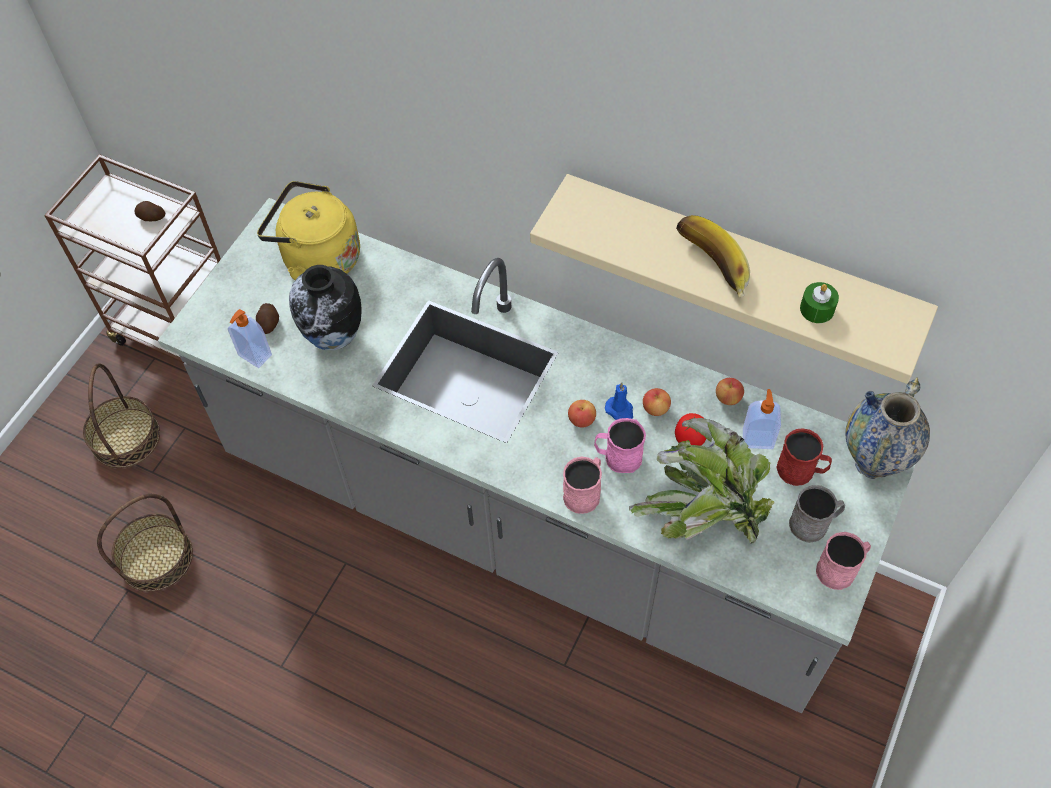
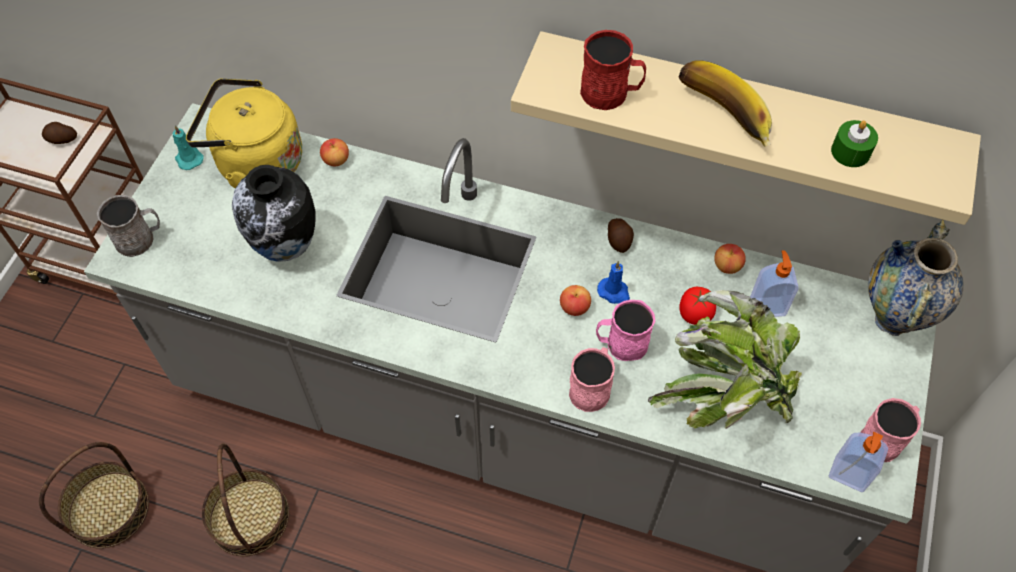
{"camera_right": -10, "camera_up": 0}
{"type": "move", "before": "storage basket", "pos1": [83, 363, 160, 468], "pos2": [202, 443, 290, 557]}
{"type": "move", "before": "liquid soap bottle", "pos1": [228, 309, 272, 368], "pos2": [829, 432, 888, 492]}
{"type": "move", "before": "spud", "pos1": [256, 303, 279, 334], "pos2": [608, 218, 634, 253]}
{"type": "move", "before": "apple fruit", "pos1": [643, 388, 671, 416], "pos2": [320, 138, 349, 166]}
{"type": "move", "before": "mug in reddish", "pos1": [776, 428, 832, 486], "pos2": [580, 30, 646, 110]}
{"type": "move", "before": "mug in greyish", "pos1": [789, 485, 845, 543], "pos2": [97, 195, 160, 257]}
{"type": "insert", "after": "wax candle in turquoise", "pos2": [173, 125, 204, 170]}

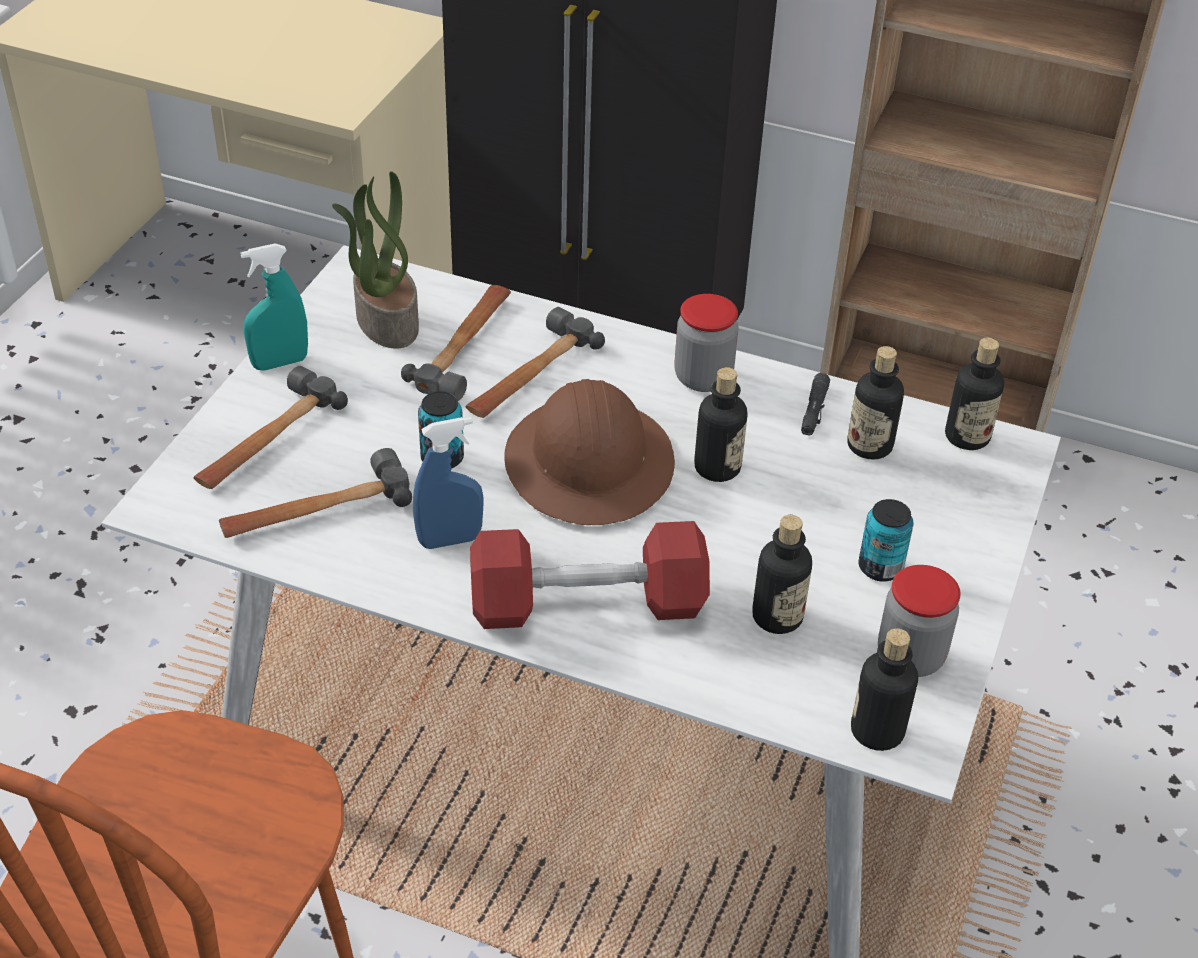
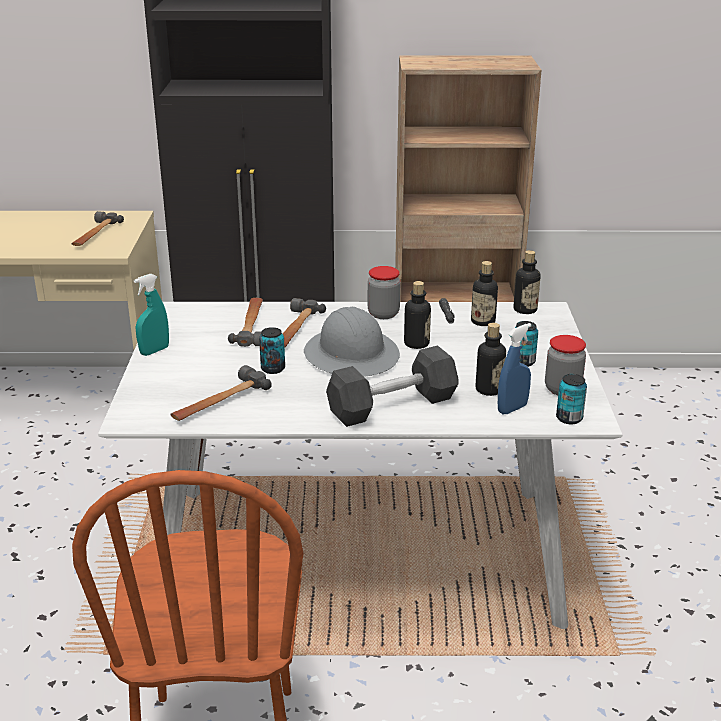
{"camera_right": -20, "camera_up": -15}
{"type": "move", "before": "tool hammer", "pos1": [194, 366, 348, 489], "pos2": [72, 211, 124, 246]}
{"type": "delete", "before": "plant in a pot", "pos1": [332, 171, 419, 349]}
{"type": "move", "before": "sprayer in blue", "pos1": [413, 417, 484, 549], "pos2": [498, 323, 532, 414]}
{"type": "recolor", "before": "hand weight in reddish", "after": "hand weight in greyish", "pos1": [470, 521, 710, 629], "pos2": [326, 345, 459, 427]}
{"type": "recolor", "before": "safety helmet in brownish", "after": "safety helmet in greyish", "pos1": [504, 379, 675, 525], "pos2": [304, 307, 400, 377]}
{"type": "replace", "before": "beverage bottle", "after": "can", "pos1": [851, 628, 918, 751], "pos2": [556, 374, 587, 424]}

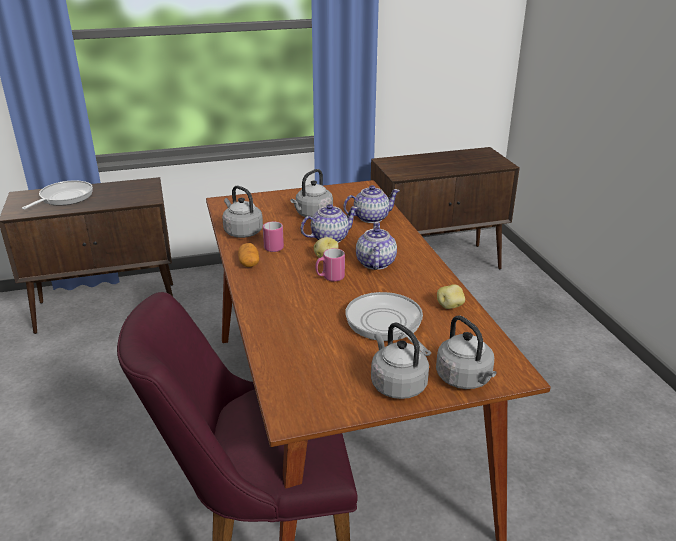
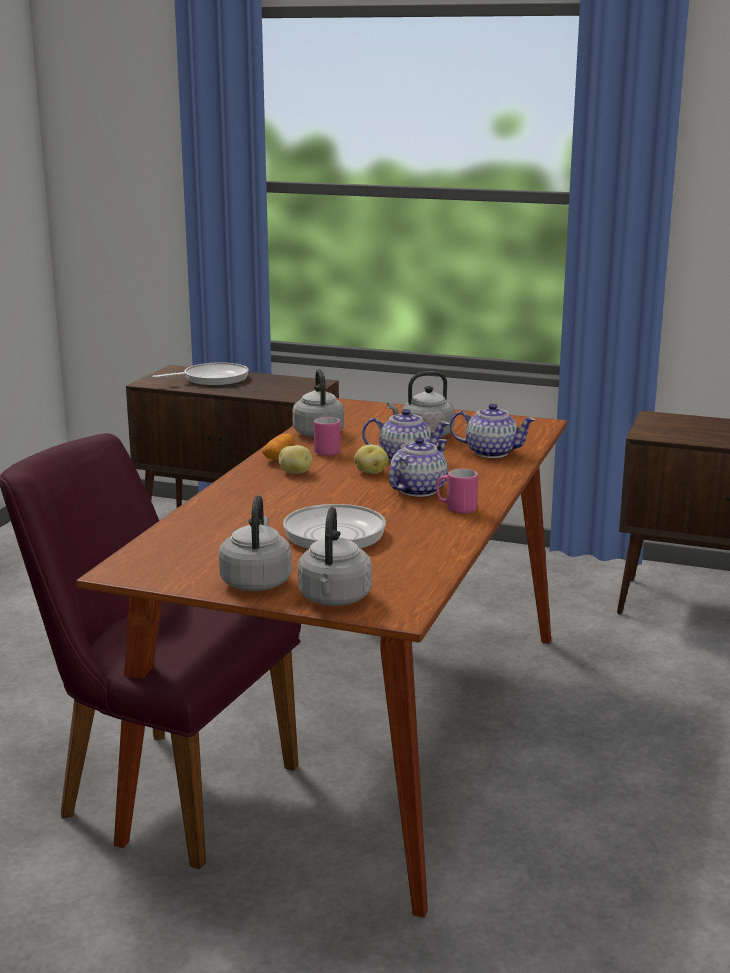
{"camera_right": 35, "camera_up": -10}
{"type": "move", "before": "mug in pinkish", "pos1": [315, 248, 345, 282], "pos2": [436, 469, 478, 514]}
{"type": "move", "before": "spud", "pos1": [437, 284, 465, 309], "pos2": [279, 445, 312, 474]}

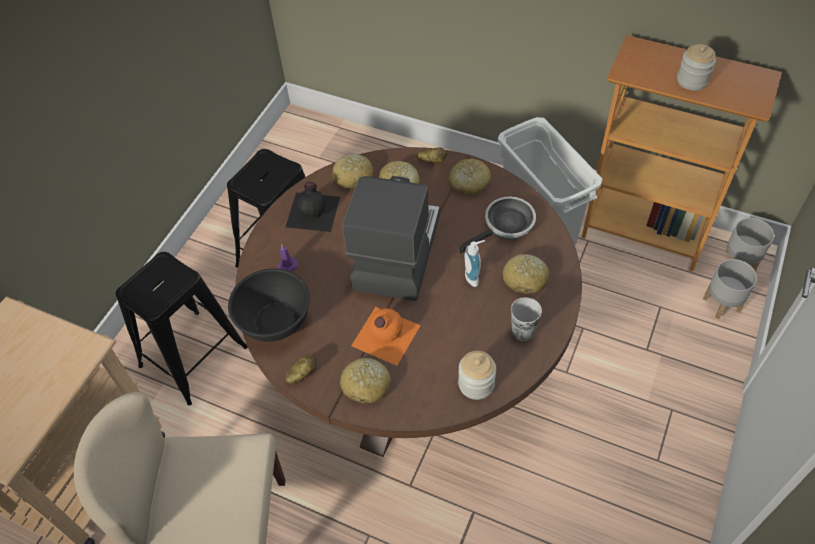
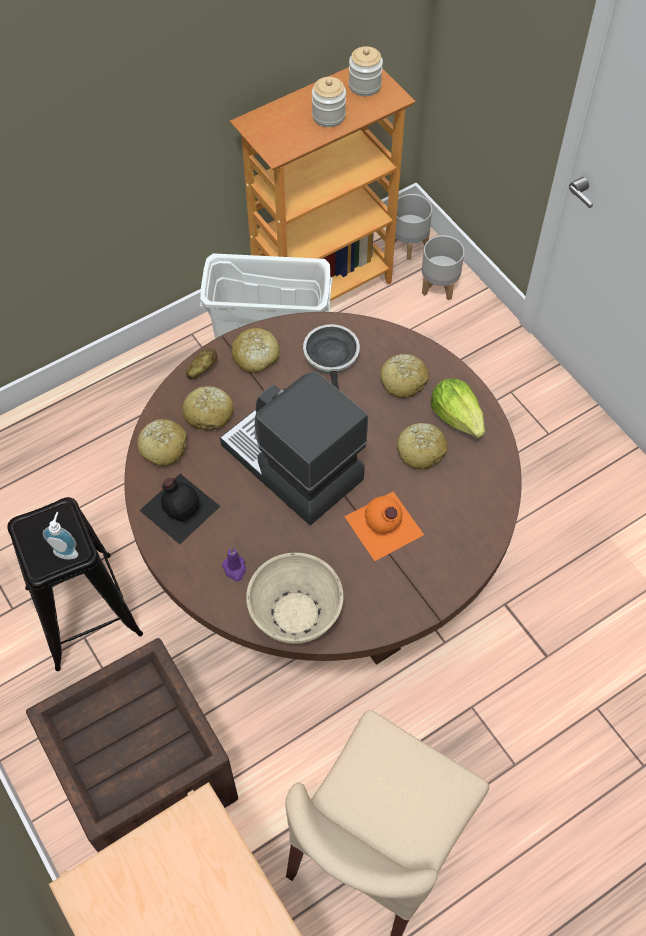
{"camera_right": -60, "camera_up": 5}
{"type": "replace", "before": "sitting stool in black-coloured", "after": "shipping crate", "pos1": [116, 252, 248, 406], "pos2": [26, 638, 238, 852]}
{"type": "recolor", "before": "bowl in black-coloured", "after": "bowl in sand-coloured", "pos1": [228, 268, 310, 342], "pos2": [246, 553, 344, 644]}
{"type": "delete", "before": "spud", "pos1": [284, 355, 317, 385]}
{"type": "move", "before": "baked bread", "pos1": [340, 358, 391, 404], "pos2": [397, 423, 448, 469]}
{"type": "move", "before": "storage jar", "pos1": [458, 351, 496, 400], "pos2": [349, 46, 383, 96]}
{"type": "move", "before": "liquid soap bottle", "pos1": [465, 240, 485, 287], "pos2": [43, 512, 78, 559]}
{"type": "replace", "before": "small cup", "after": "lettuce head", "pos1": [511, 297, 542, 341], "pos2": [431, 378, 485, 438]}

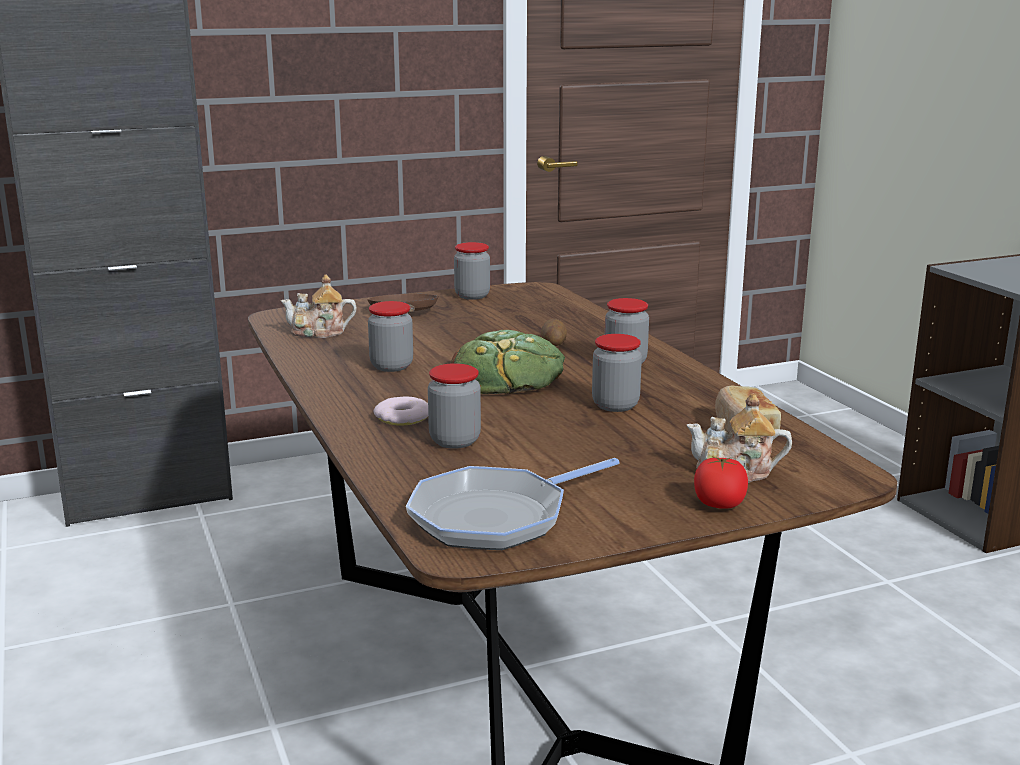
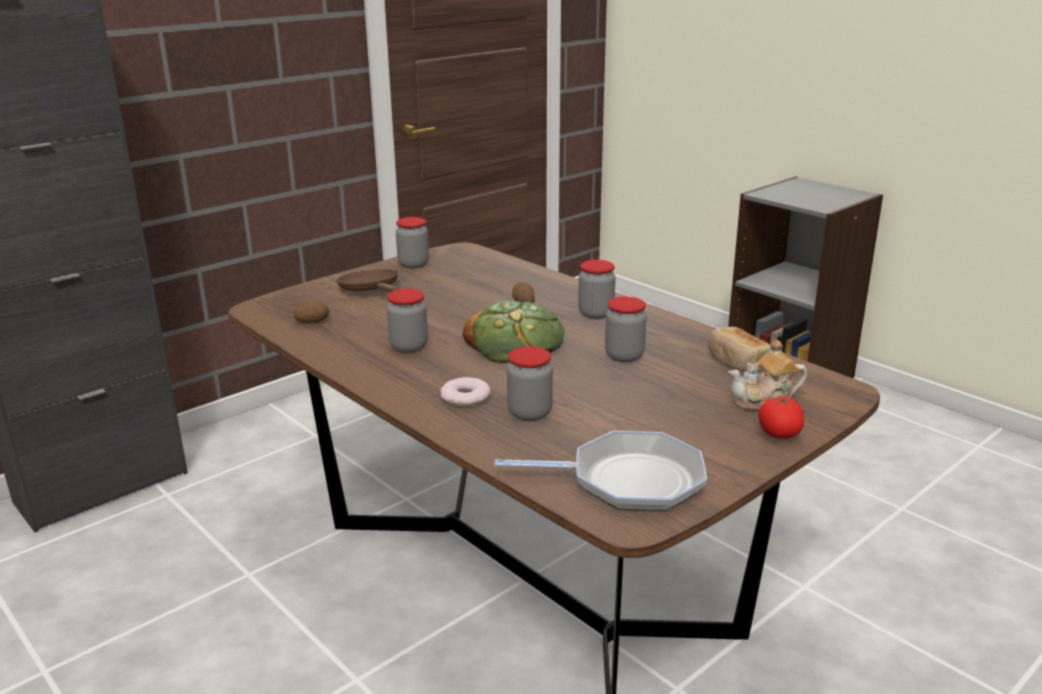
{"camera_right": -20, "camera_up": 5}
{"type": "replace", "before": "pot for tea", "after": "spud", "pos1": [280, 274, 357, 338], "pos2": [294, 300, 329, 323]}
{"type": "rotate", "before": "skillet", "pos1": [406, 458, 620, 550], "pos2": [494, 431, 707, 511], "turn": -120}

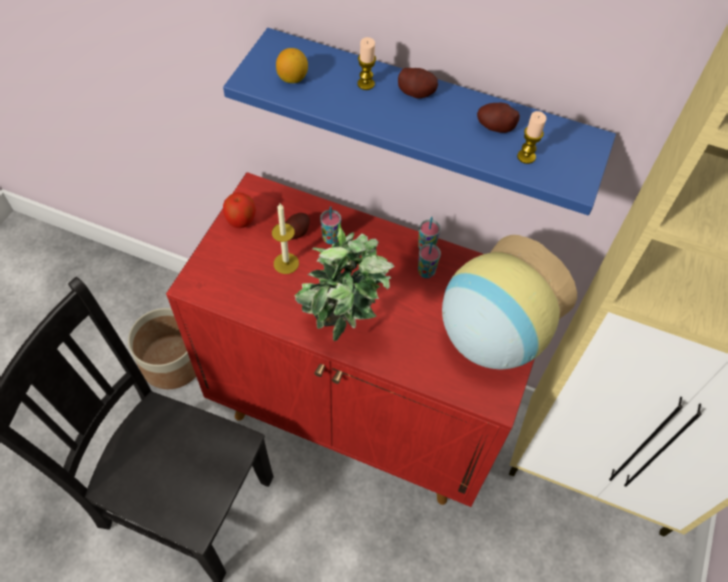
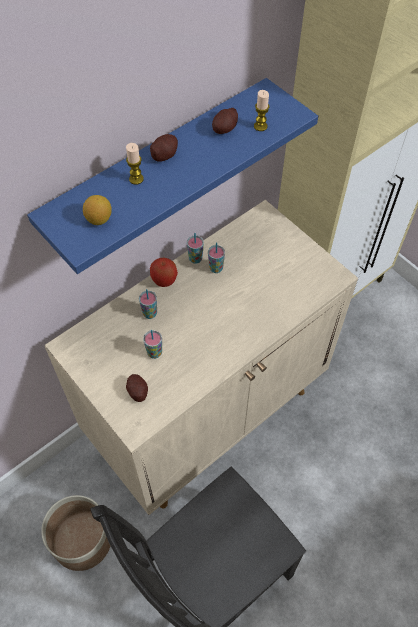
{"camera_right": -60, "camera_up": 0}
{"type": "recolor", "before": "cabinet in reddish", "after": "cabinet in sand-coloured", "pos1": [166, 172, 535, 507], "pos2": [44, 200, 358, 515]}
{"type": "move", "before": "apple fruit", "pos1": [223, 192, 256, 228], "pos2": [150, 258, 178, 287]}
{"type": "replace", "before": "wax candle", "after": "small cup", "pos1": [272, 203, 299, 274], "pos2": [143, 330, 162, 359]}
{"type": "move", "before": "spud", "pos1": [285, 213, 310, 239], "pos2": [126, 374, 148, 402]}
{"type": "delete", "before": "plant in a pot", "pos1": [294, 223, 395, 341]}
{"type": "delete", "before": "decorative vase", "pos1": [442, 235, 577, 369]}

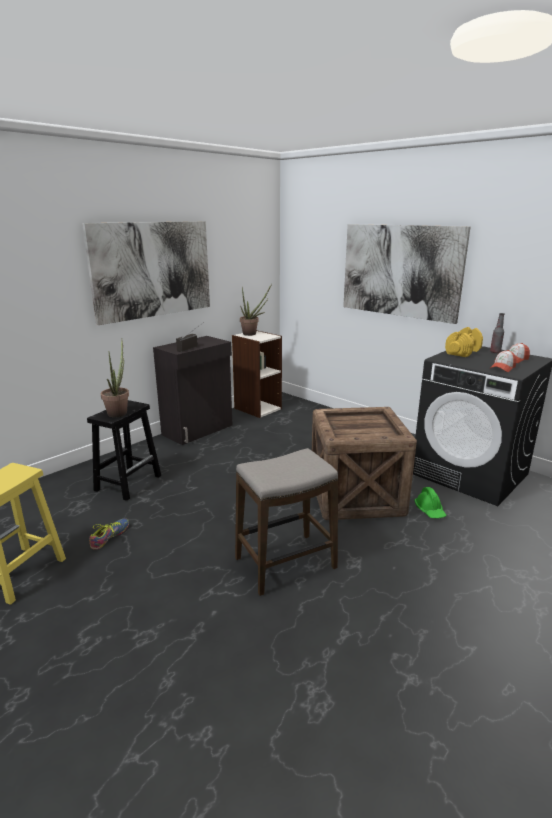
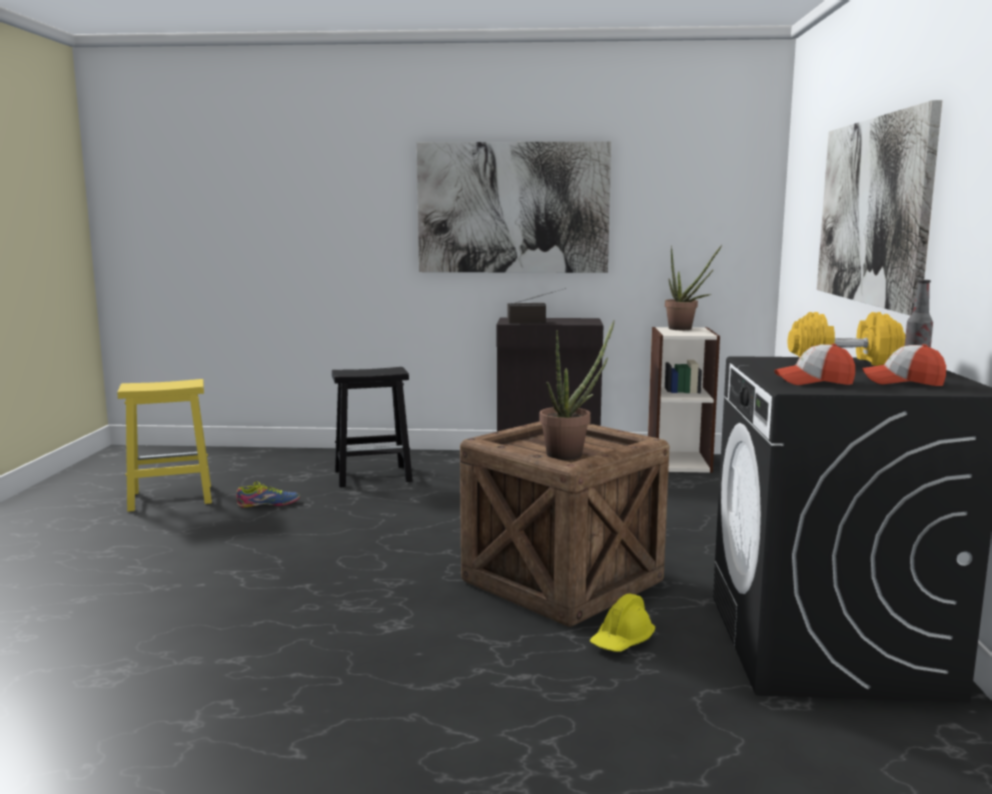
{"camera_right": 50, "camera_up": -10}
{"type": "move", "before": "plant in a pot", "pos1": [101, 339, 129, 417], "pos2": [540, 320, 615, 460]}
{"type": "delete", "before": "sitting stool", "pos1": [235, 448, 338, 596]}
{"type": "recolor", "before": "safety helmet in green", "after": "safety helmet in yellowish", "pos1": [414, 487, 447, 518], "pos2": [589, 593, 655, 652]}

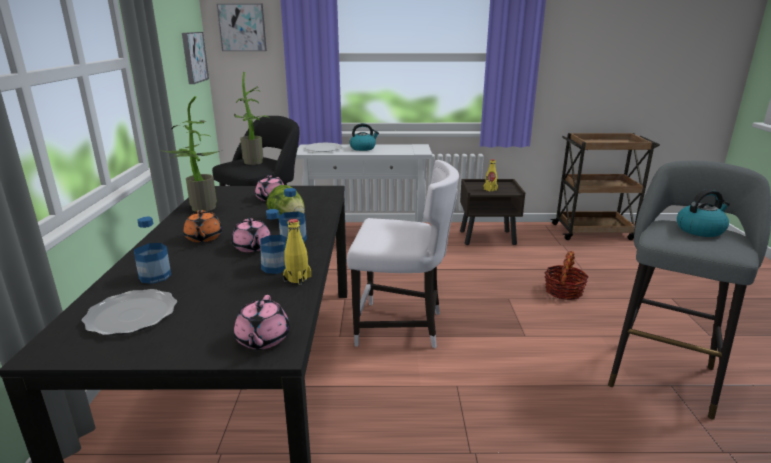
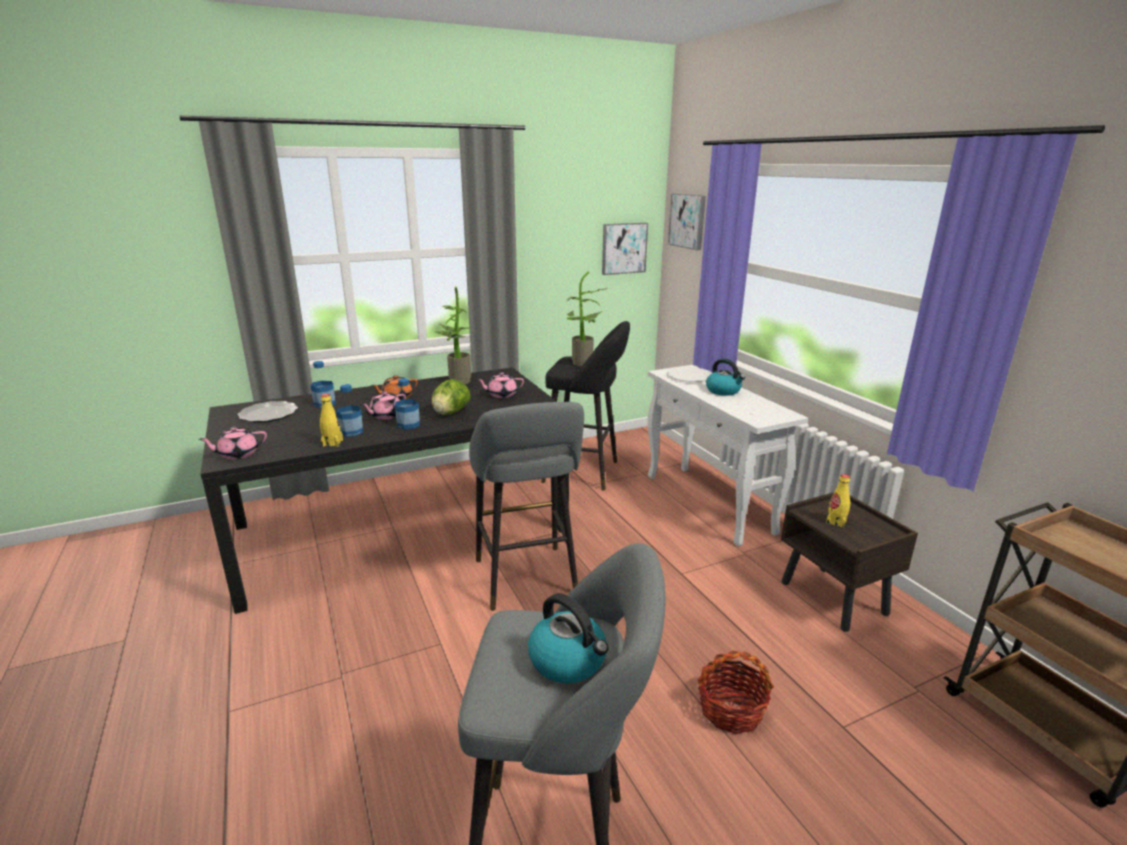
{"camera_right": 65, "camera_up": 0}
{"type": "replace", "before": "upright chair in white", "after": "sitting stool in greyish", "pos1": [347, 160, 459, 348], "pos2": [469, 402, 584, 611]}

